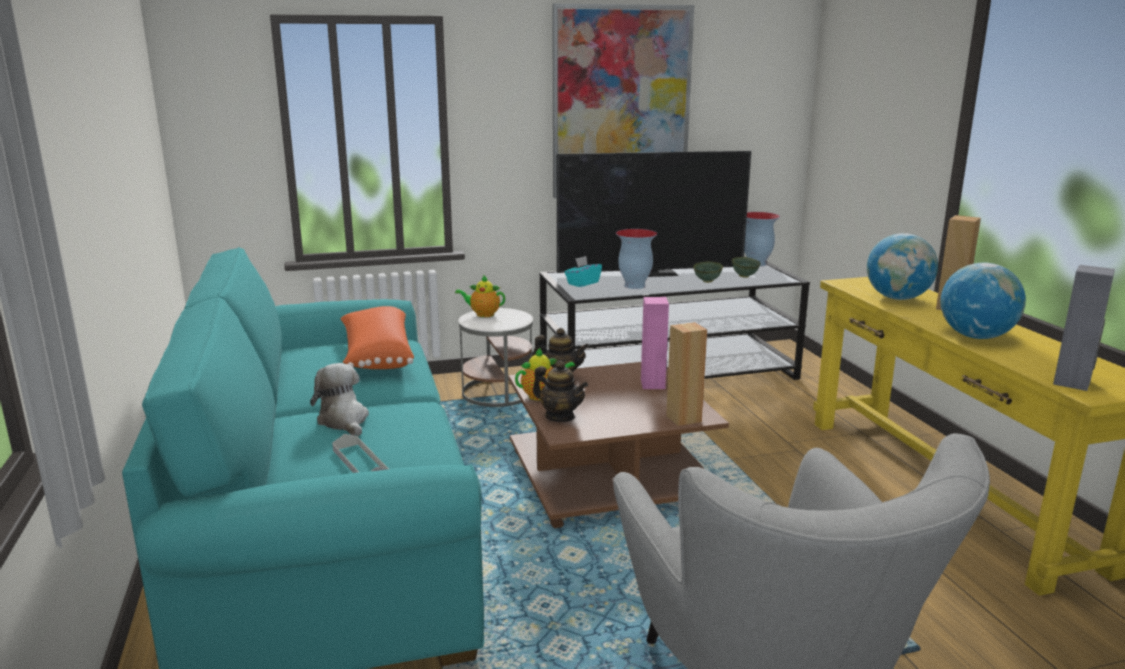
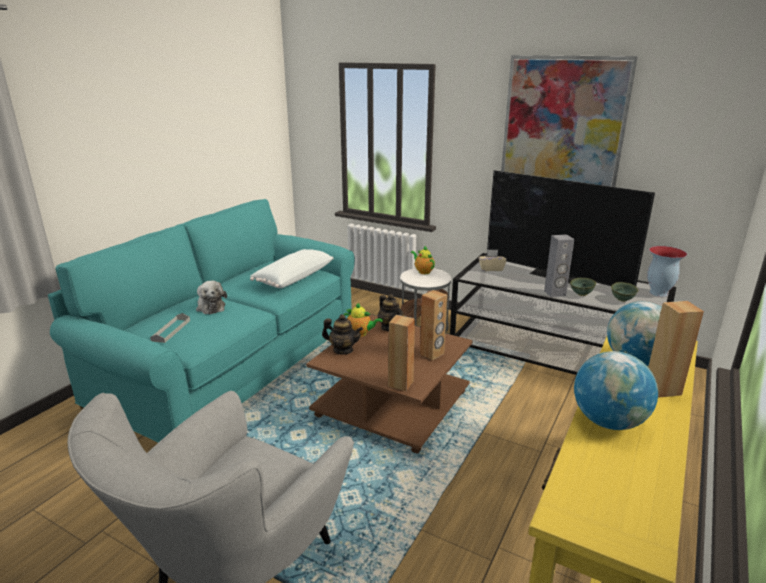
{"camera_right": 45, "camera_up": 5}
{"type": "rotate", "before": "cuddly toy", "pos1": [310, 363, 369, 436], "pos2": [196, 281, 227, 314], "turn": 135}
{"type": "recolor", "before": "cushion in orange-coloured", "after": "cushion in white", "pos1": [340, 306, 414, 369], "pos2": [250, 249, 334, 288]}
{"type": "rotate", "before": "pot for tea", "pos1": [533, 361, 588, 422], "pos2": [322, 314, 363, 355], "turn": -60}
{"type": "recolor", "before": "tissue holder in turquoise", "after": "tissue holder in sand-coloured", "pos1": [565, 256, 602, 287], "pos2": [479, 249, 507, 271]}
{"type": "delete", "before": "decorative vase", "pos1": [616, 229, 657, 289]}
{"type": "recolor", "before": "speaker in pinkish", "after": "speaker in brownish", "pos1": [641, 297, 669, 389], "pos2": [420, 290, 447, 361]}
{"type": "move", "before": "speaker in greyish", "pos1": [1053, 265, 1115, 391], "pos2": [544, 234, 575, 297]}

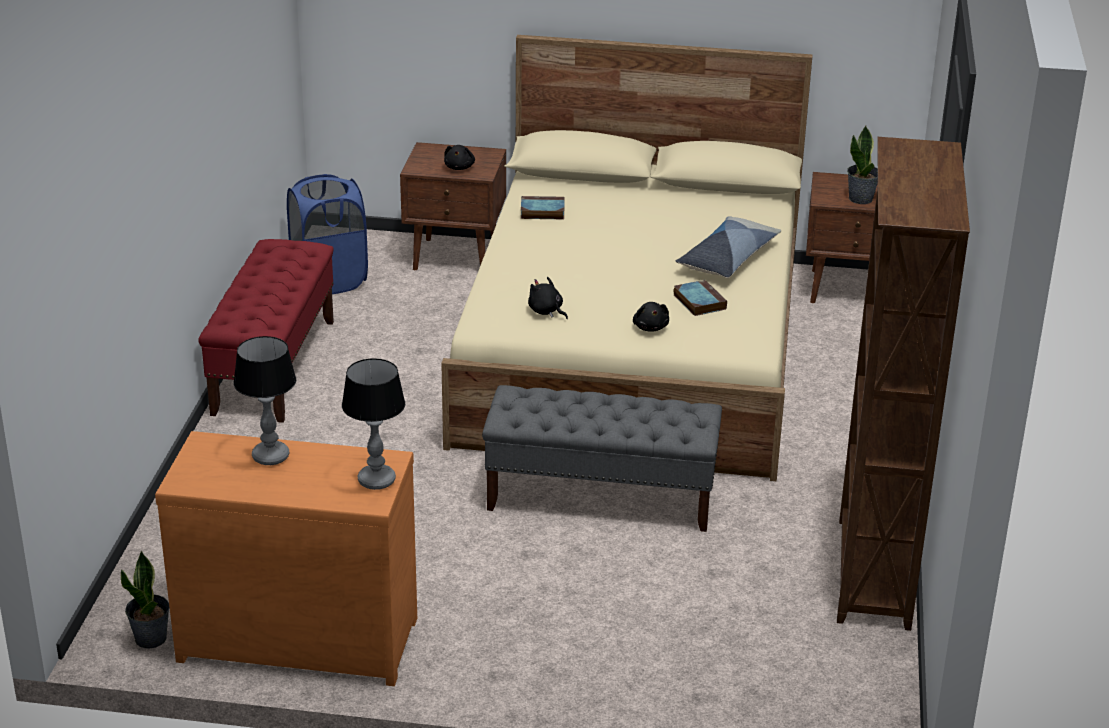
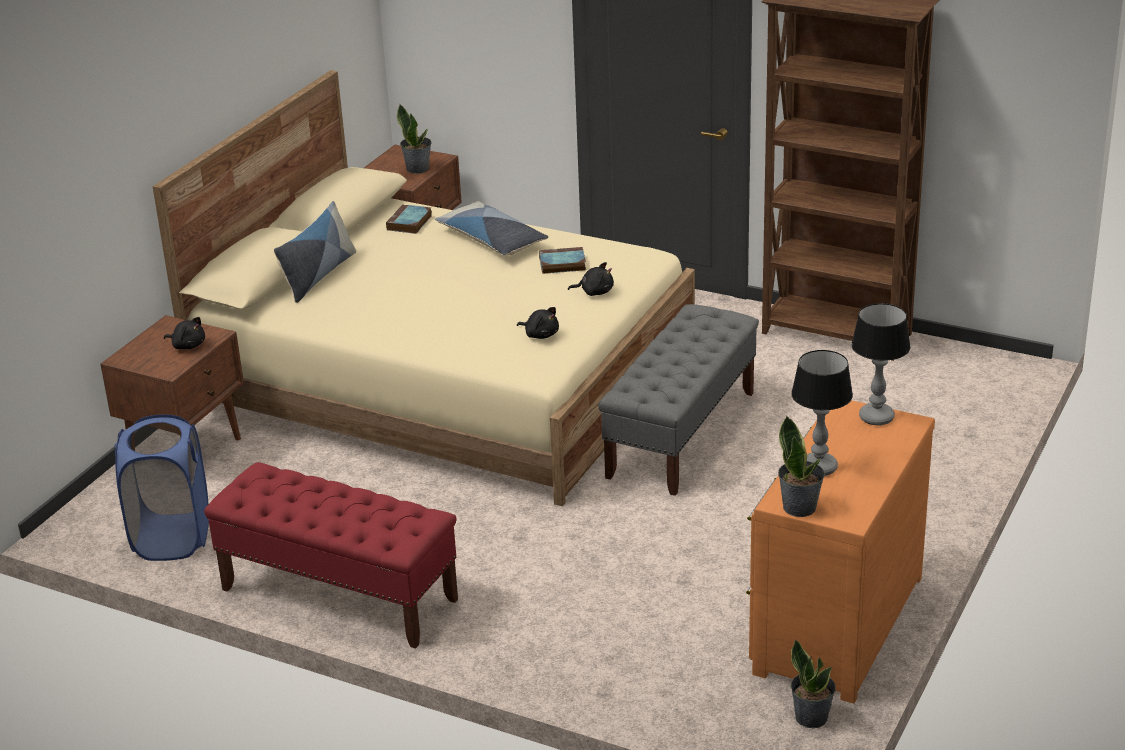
{"camera_right": -70, "camera_up": 0}
{"type": "move", "before": "bound book", "pos1": [521, 196, 564, 219], "pos2": [386, 204, 432, 234]}
{"type": "rotate", "before": "cuddly toy in black-coloured", "pos1": [528, 277, 568, 319], "pos2": [517, 307, 559, 339], "turn": -120}
{"type": "insert", "after": "cushion", "pos2": [274, 201, 356, 303]}
{"type": "insert", "after": "plant in a pot", "pos2": [778, 415, 825, 517]}

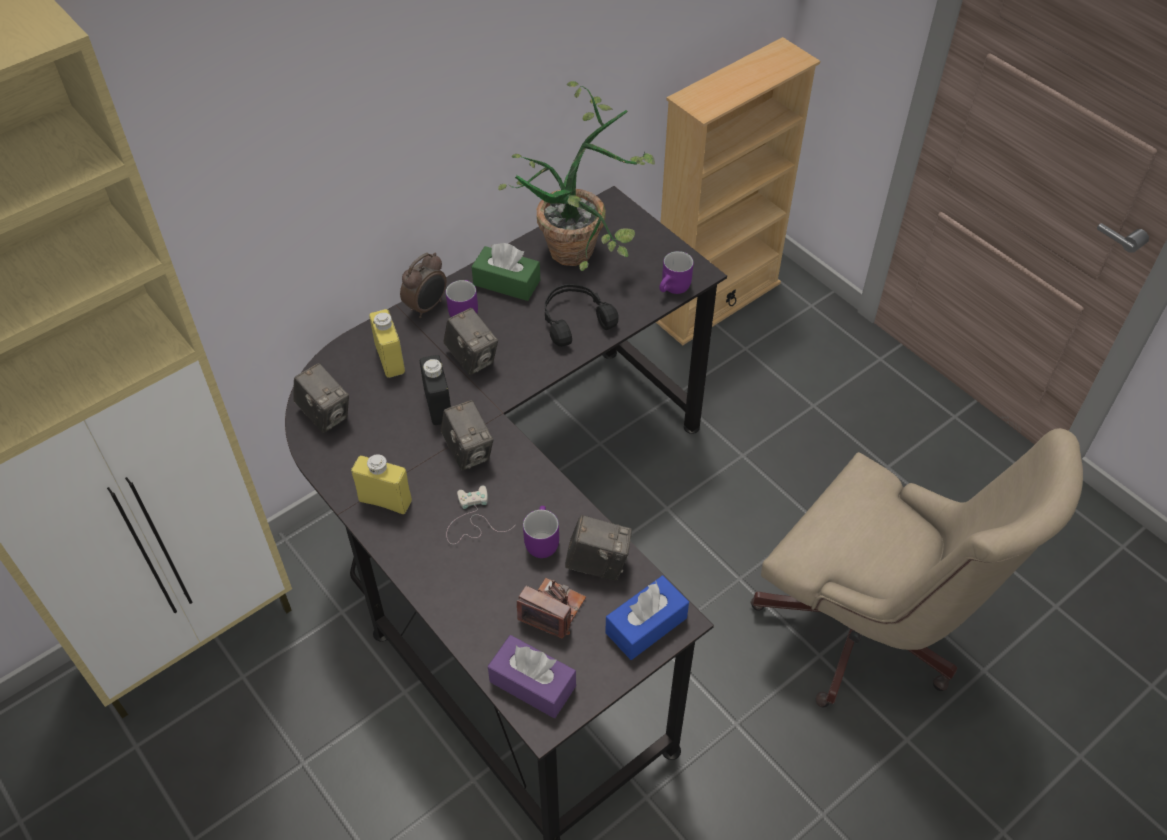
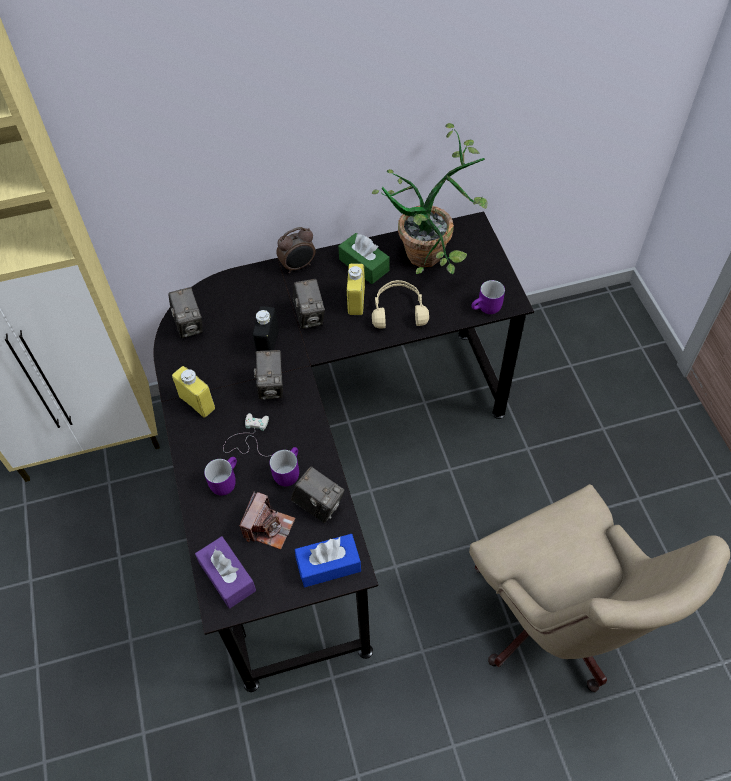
{"camera_right": 25, "camera_up": 5}
{"type": "move", "before": "beverage bottle in yellowish", "pos1": [369, 309, 405, 378], "pos2": [347, 263, 365, 315]}
{"type": "move", "before": "mug in purple-coloured", "pos1": [446, 280, 478, 317], "pos2": [204, 457, 237, 496]}
{"type": "rotate", "before": "photo camera", "pos1": [517, 578, 586, 638], "pos2": [240, 492, 295, 550], "turn": 60}
{"type": "recolor", "before": "headset in black-coloured", "after": "headset in sand-coloured", "pos1": [545, 284, 619, 347], "pos2": [372, 280, 429, 328]}
{"type": "delete", "before": "bookcase in sand-coloured", "pos1": [656, 37, 820, 345]}

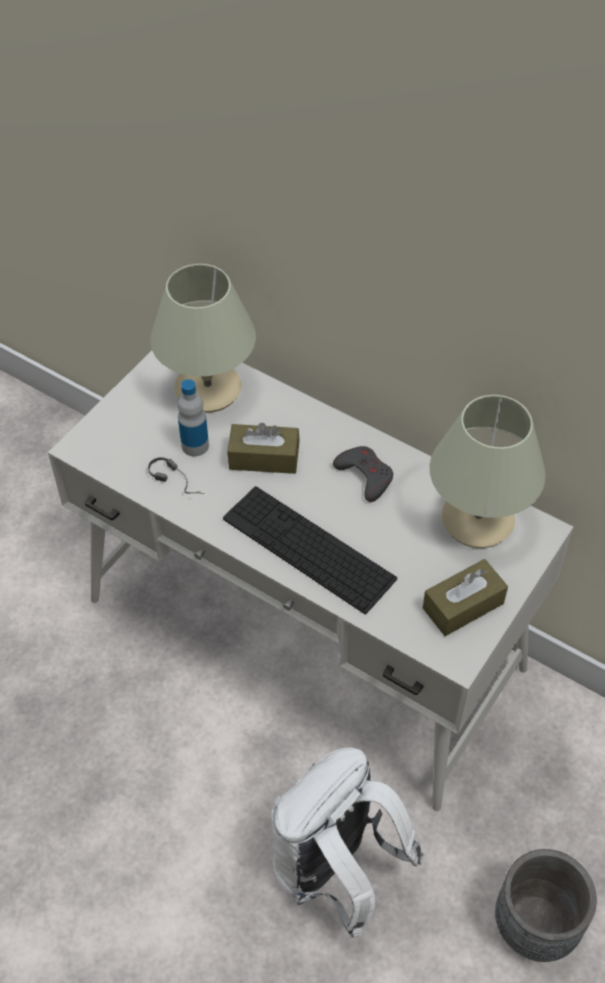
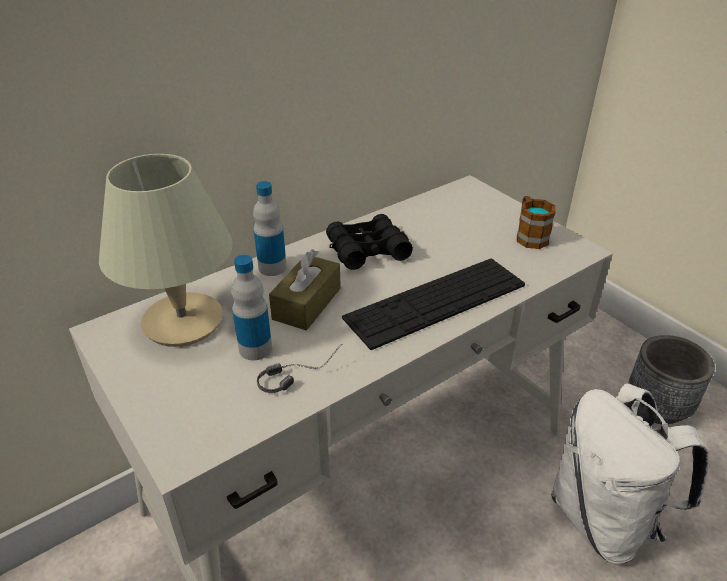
{"camera_right": -70, "camera_up": -15}
{"type": "replace", "before": "gamepad in greyish", "after": "field glasses in black-coloured", "pos1": [333, 446, 393, 502], "pos2": [326, 214, 413, 270]}
{"type": "replace", "before": "tissue holder in brownish", "after": "mug", "pos1": [423, 559, 508, 636], "pos2": [517, 196, 556, 249]}
{"type": "delete", "before": "table lamp in sand-coloured", "pos1": [429, 395, 546, 548]}
{"type": "insert", "after": "beverage bottle", "pos2": [253, 181, 287, 276]}

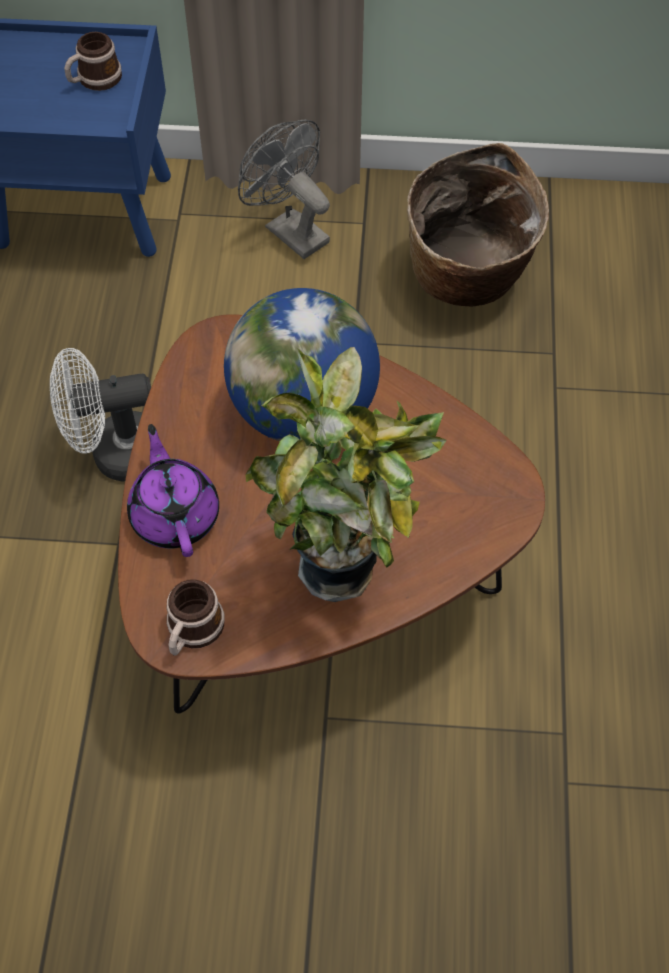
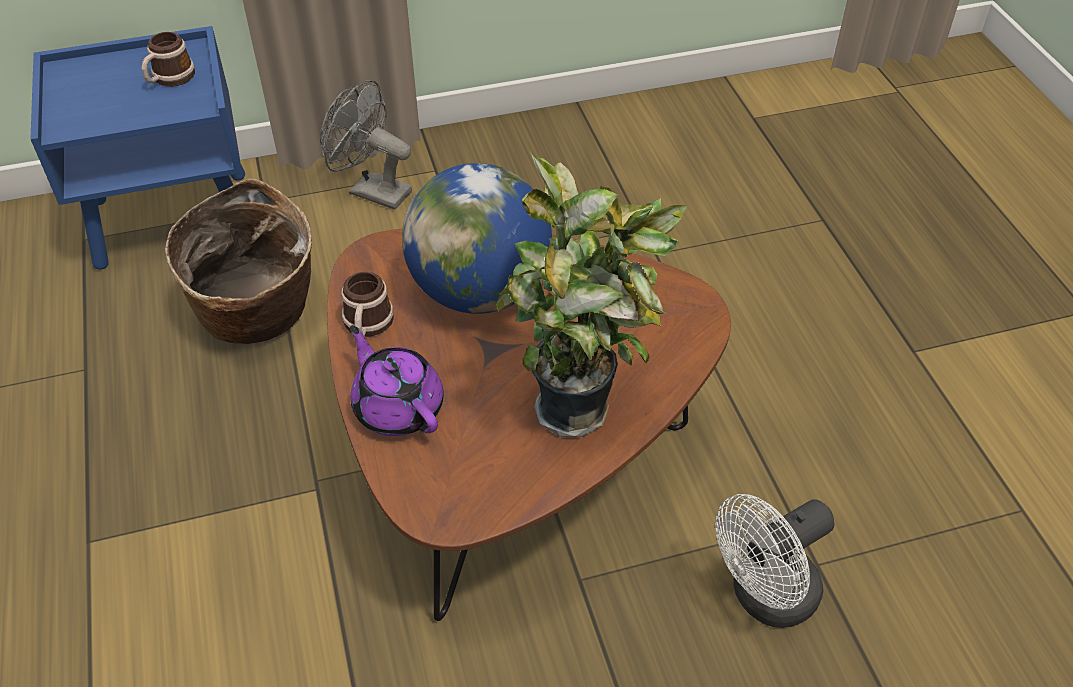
{"camera_right": -20, "camera_up": -10}
{"type": "move", "before": "electric fan in white", "pos1": [50, 348, 151, 481], "pos2": [716, 494, 835, 628]}
{"type": "move", "before": "mug", "pos1": [167, 579, 224, 656], "pos2": [341, 272, 394, 337]}
{"type": "move", "before": "storage basket", "pos1": [407, 143, 549, 306], "pos2": [165, 179, 312, 344]}

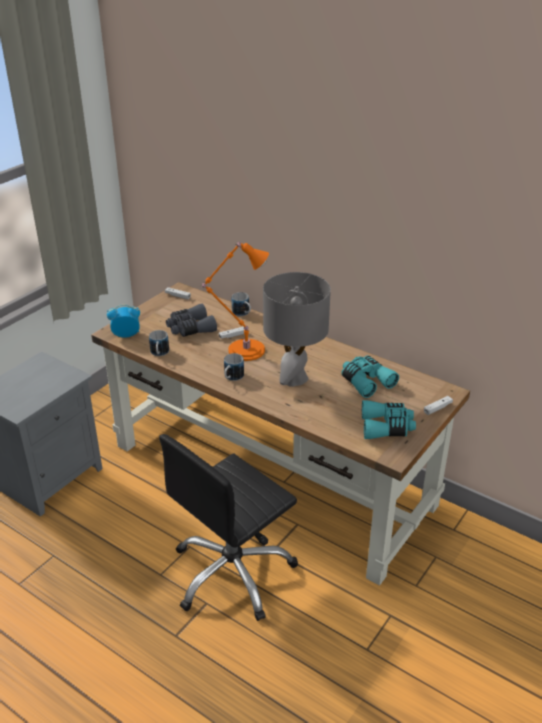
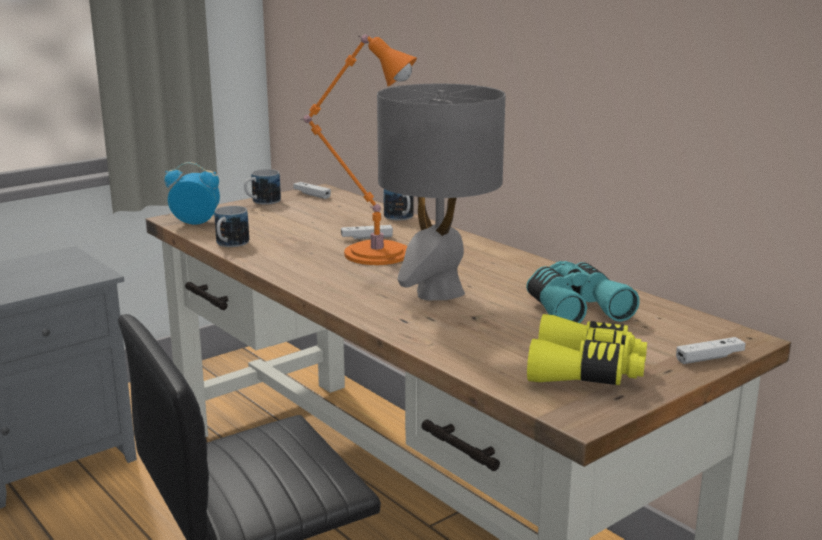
{"camera_right": 15, "camera_up": -15}
{"type": "delete", "before": "field glasses in greyish", "pos1": [166, 304, 217, 337]}
{"type": "move", "before": "mug", "pos1": [224, 353, 244, 381], "pos2": [244, 169, 281, 205]}
{"type": "recolor", "before": "field glasses in turquoise", "after": "field glasses in yellowish", "pos1": [362, 400, 416, 439], "pos2": [527, 314, 647, 385]}

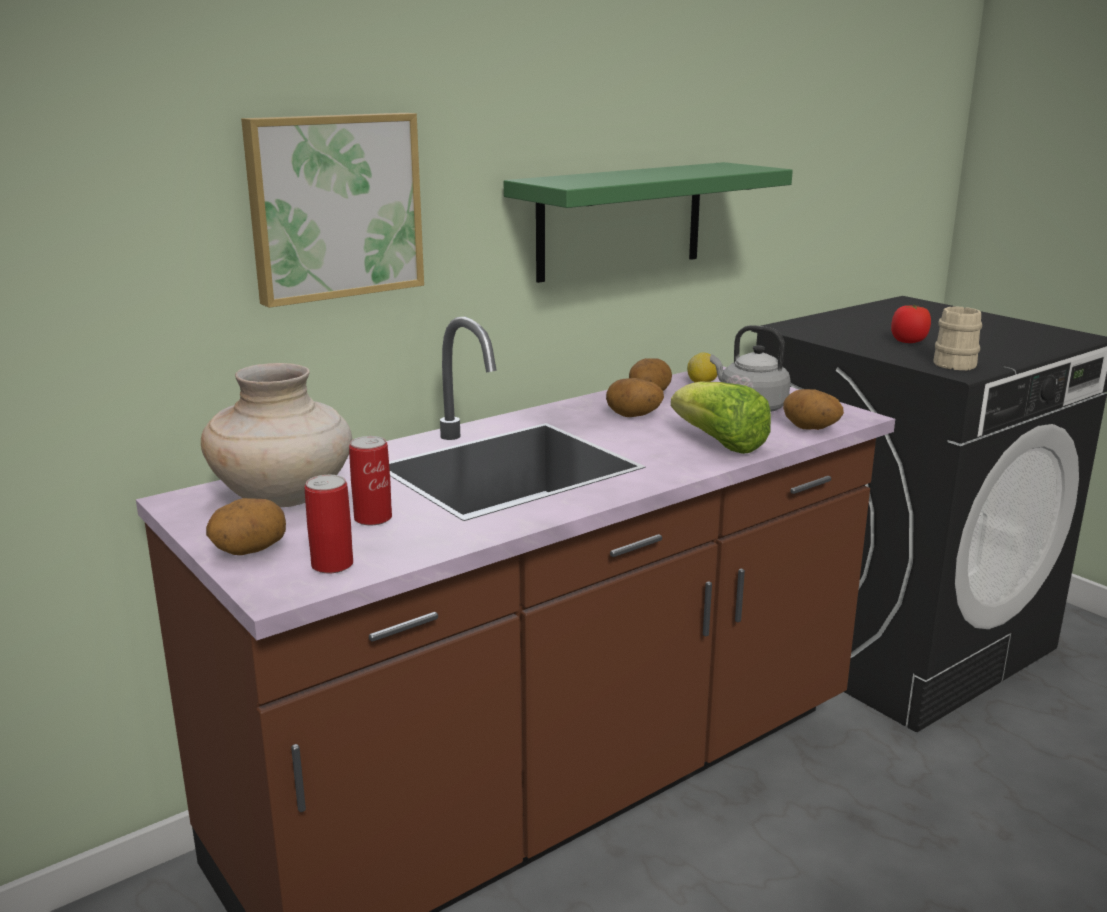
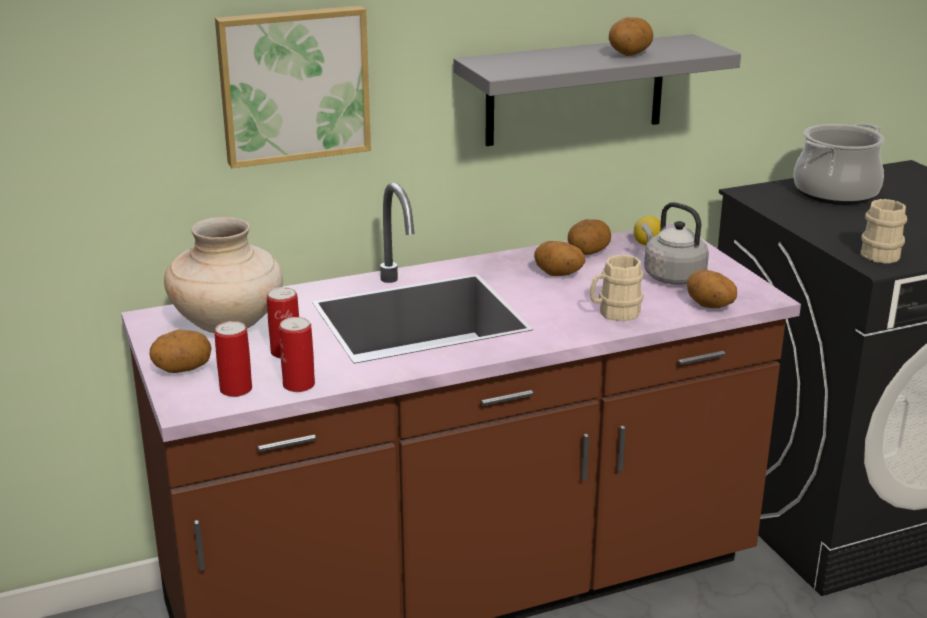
{"camera_right": 15, "camera_up": 5}
{"type": "recolor", "before": "bracket shelf in green", "after": "bracket shelf in greyish", "pos1": [504, 162, 793, 283], "pos2": [454, 34, 741, 146]}
{"type": "replace", "before": "lettuce head", "after": "mug in sand-coloured", "pos1": [671, 381, 771, 454], "pos2": [590, 255, 644, 321]}
{"type": "delete", "before": "fresh tomato", "pos1": [891, 305, 931, 343]}
{"type": "insert", "after": "can", "pos2": [279, 317, 315, 392]}
{"type": "insert", "after": "spud", "pos2": [609, 17, 653, 56]}
{"type": "insert", "after": "saucepot", "pos2": [793, 123, 885, 205]}

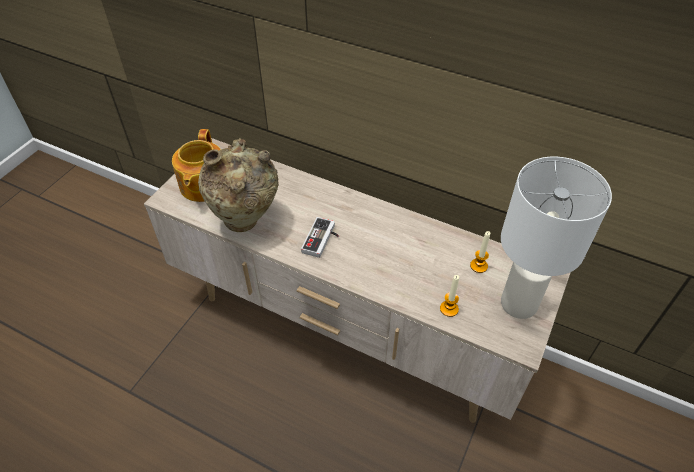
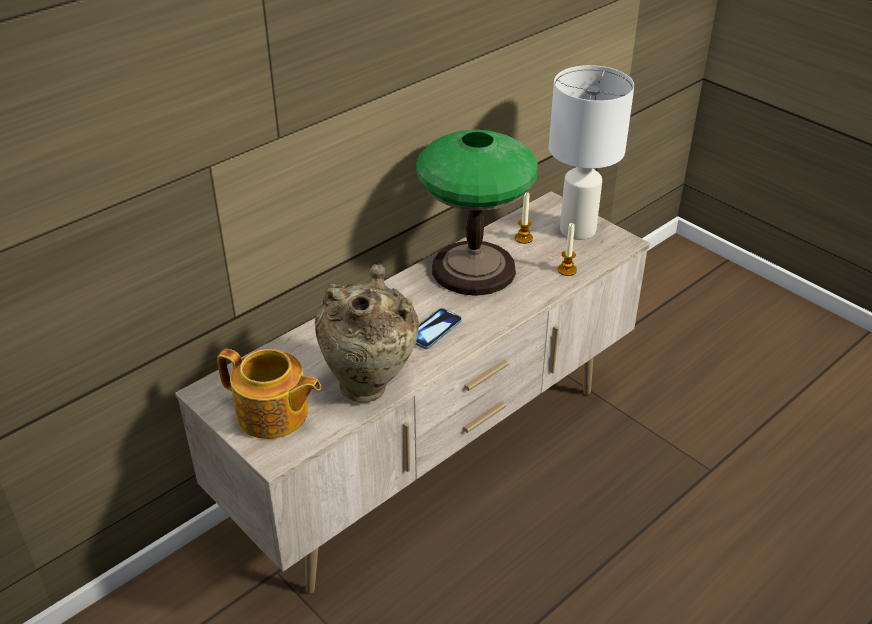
{"camera_right": -70, "camera_up": -10}
{"type": "replace", "before": "gamepad", "after": "handset", "pos1": [301, 217, 339, 258], "pos2": [416, 308, 462, 349]}
{"type": "insert", "after": "table lamp", "pos2": [416, 130, 538, 296]}

